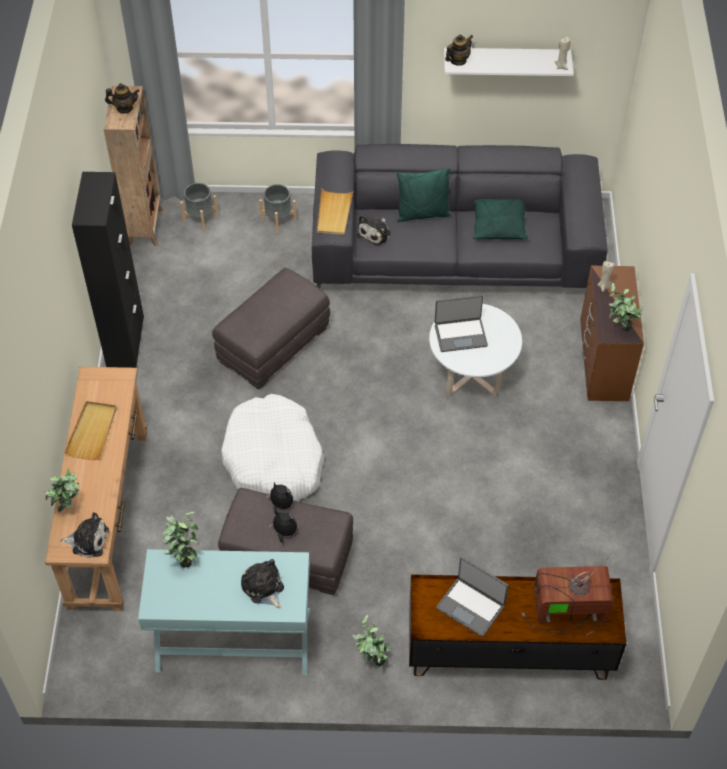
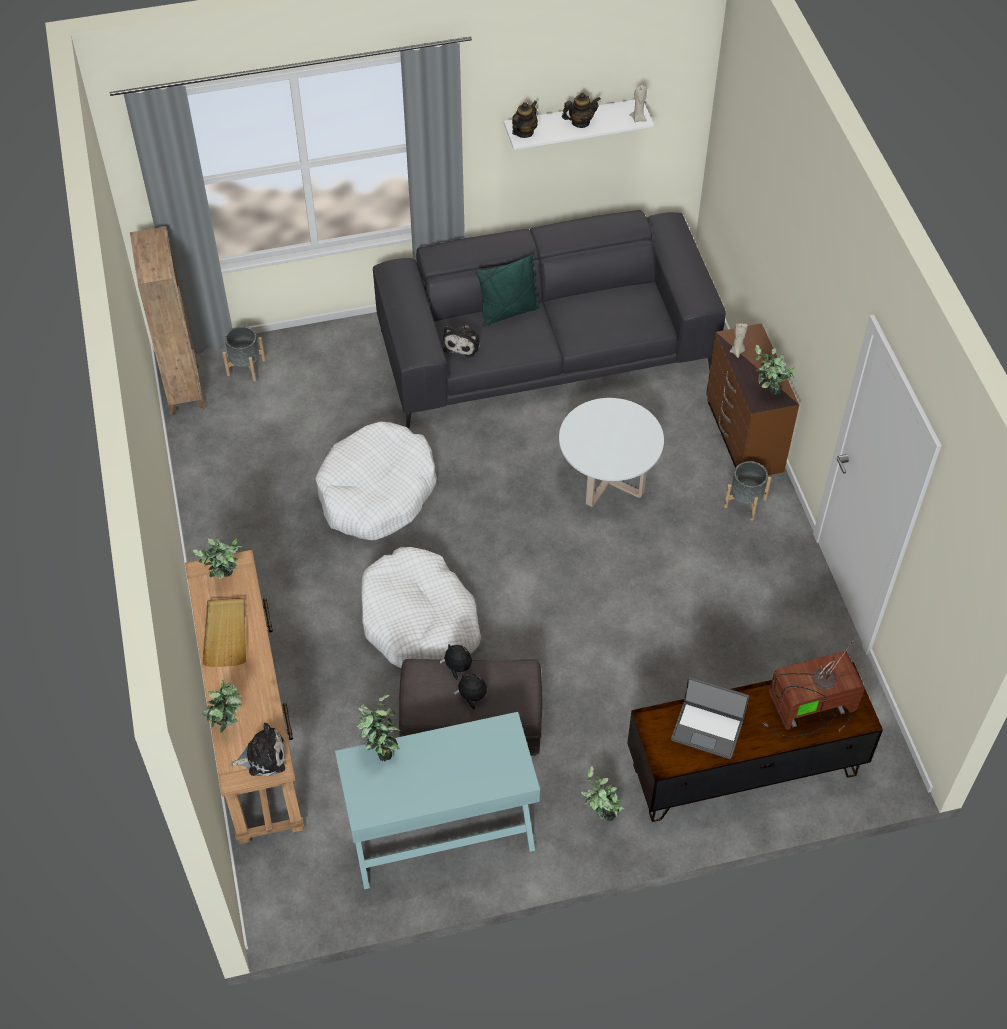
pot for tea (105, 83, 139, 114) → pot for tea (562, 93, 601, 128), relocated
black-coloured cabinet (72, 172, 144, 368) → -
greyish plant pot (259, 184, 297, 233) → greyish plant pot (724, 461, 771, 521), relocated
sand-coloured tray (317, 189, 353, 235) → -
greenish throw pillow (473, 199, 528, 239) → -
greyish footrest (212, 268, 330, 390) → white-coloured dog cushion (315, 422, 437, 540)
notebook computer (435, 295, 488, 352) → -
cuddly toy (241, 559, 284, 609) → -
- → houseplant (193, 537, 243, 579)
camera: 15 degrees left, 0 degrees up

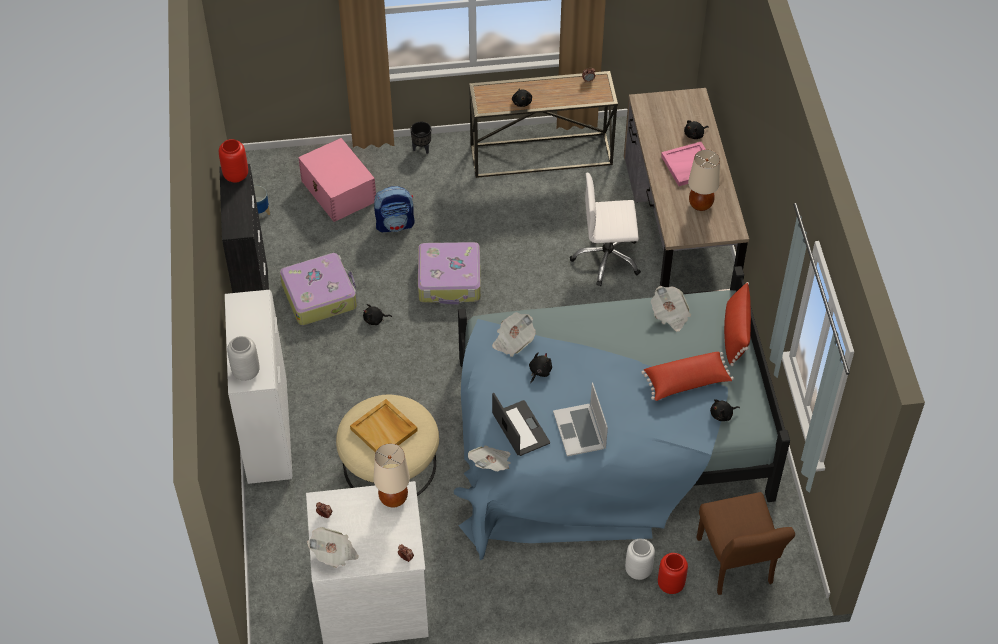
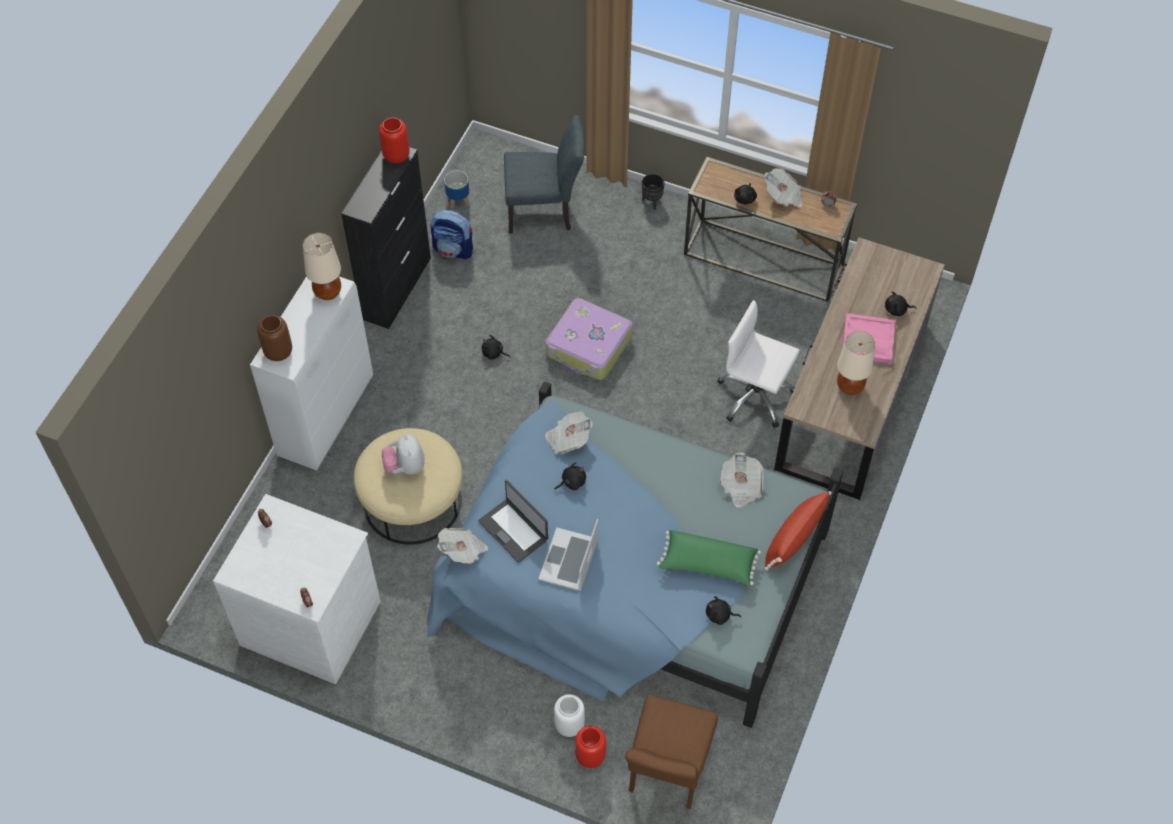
pink storage bin (298, 138, 376, 222) → greyish chair (504, 115, 585, 234)
knapsack (374, 186, 415, 232) → knapsack (431, 210, 473, 260), relocated
suitcase (280, 253, 357, 325) → -
greyish decorative vase (227, 336, 260, 381) → brown decorative vase (257, 315, 292, 361)
red throw pillow (641, 352, 734, 401) → greenish throw pillow (657, 530, 761, 586)
notebook computer (492, 393, 550, 456) → notebook computer (478, 480, 548, 563), 135 degrees clockwise
sand-coloured tray (350, 399, 418, 452) → cuddly toy (382, 434, 425, 475)
sand-coloured tabletop lamp (374, 444, 410, 508) → sand-coloured tabletop lamp (303, 233, 341, 300), relocated
newspaper (307, 527, 359, 568) → newspaper (764, 168, 802, 207), relocated
camera: 30 degrees right, 5 degrees up

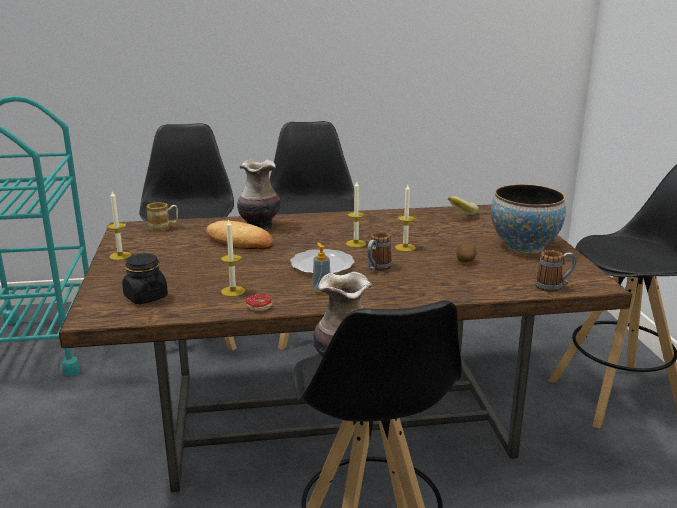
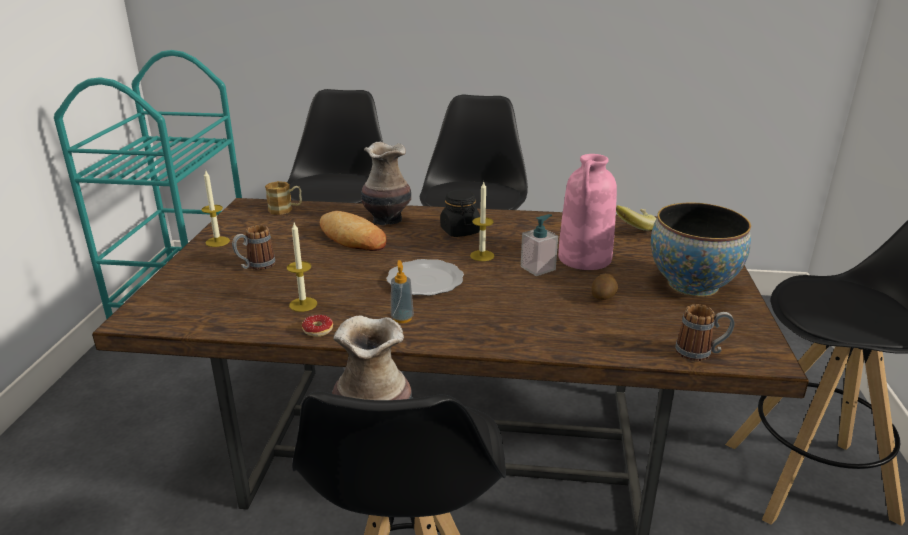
candle (395, 185, 416, 252) → liquid soap bottle (521, 214, 558, 276)
coffee mug (367, 231, 392, 271) → coffee mug (232, 225, 276, 270), relocated
black-coloured preserve jar (122, 253, 168, 304) → black-coloured preserve jar (440, 190, 480, 237), relocated
- → pink decorative vase (558, 154, 617, 270)
camera: 15 degrees right, 5 degrees up

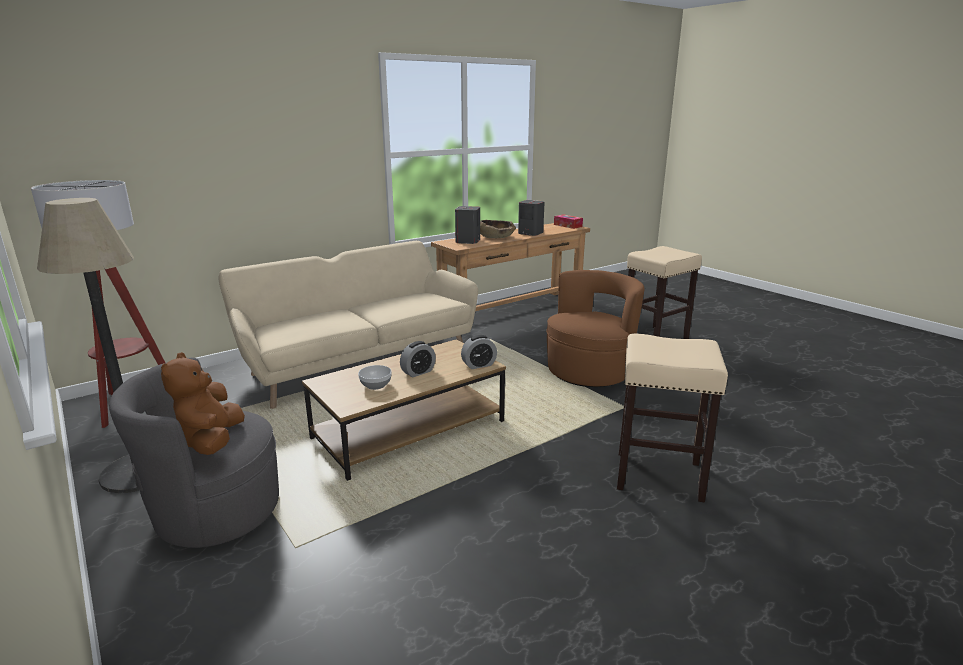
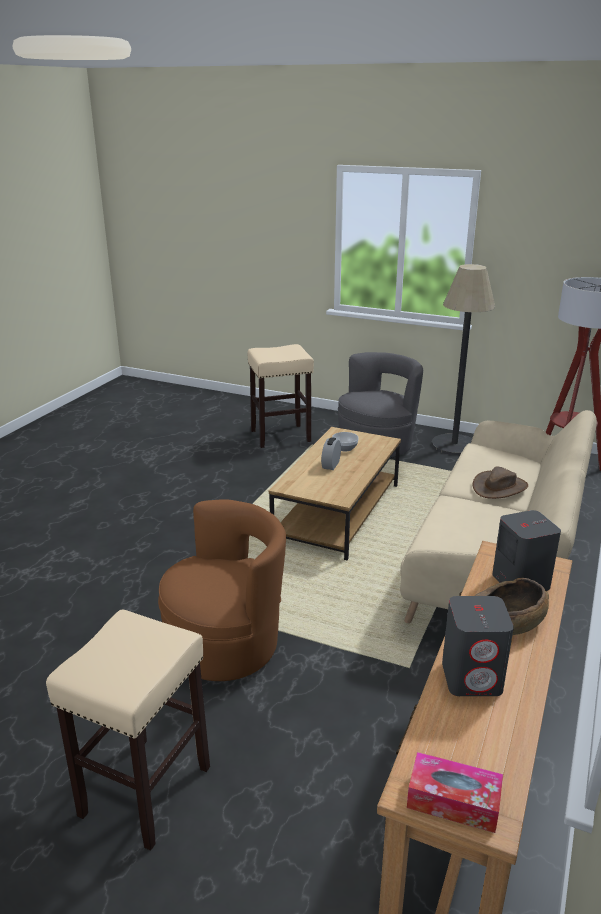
brown easy chair (546, 270, 644, 387) → brown easy chair (158, 499, 286, 681), 135 degrees counterclockwise
sand-coloured sitting stool (617, 333, 728, 502) → sand-coloured sitting stool (247, 344, 314, 448), relocated
table clock (461, 335, 497, 369) → -
brown cuddly toy (161, 352, 245, 455) → -
- → brown hat (473, 467, 528, 499)
camera: 150 degrees right, 5 degrees up

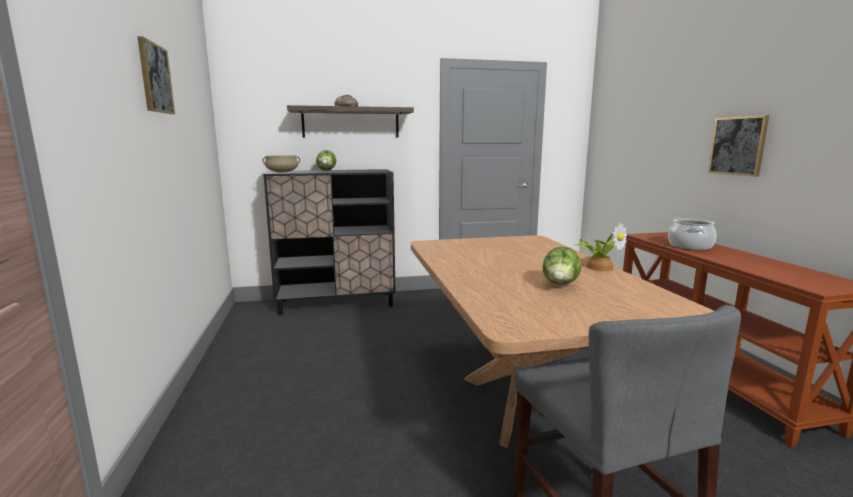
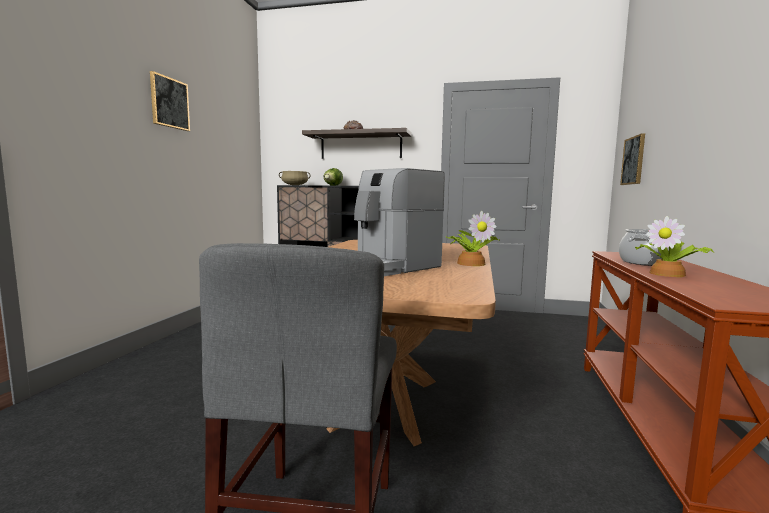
picture (708, 115, 769, 177) → picture (620, 133, 645, 185), relocated
lettuce (542, 246, 581, 285) → coffee machine (354, 168, 445, 276)
- → houseplant (635, 216, 714, 277)
camera: 25 degrees right, 5 degrees down

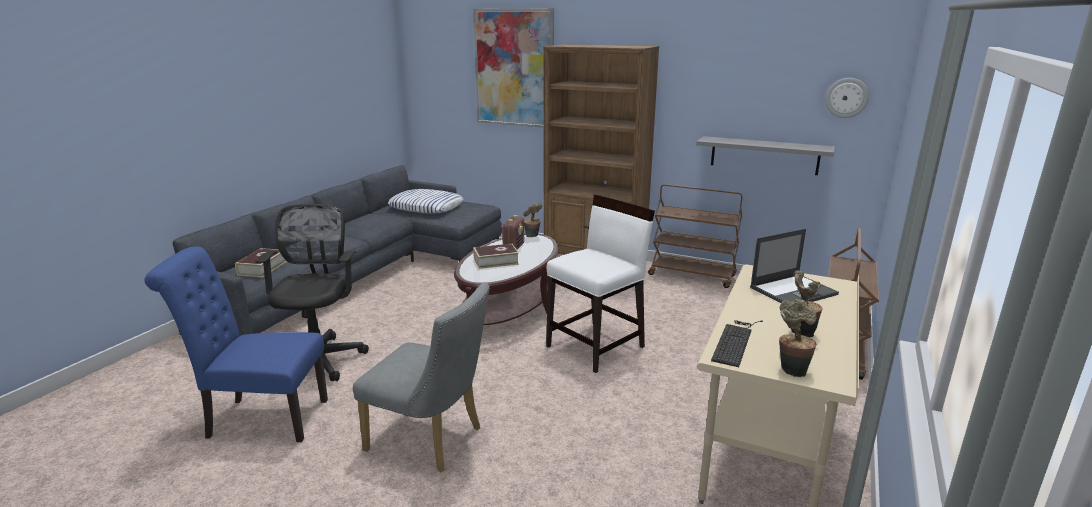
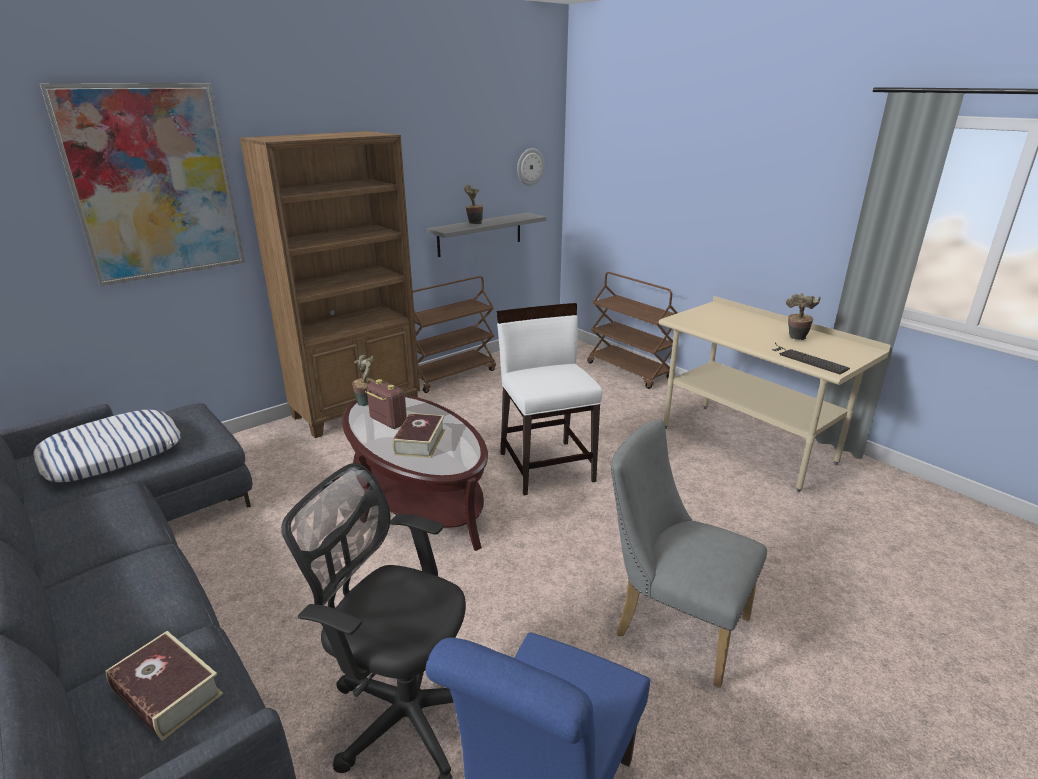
notebook computer (750, 229, 839, 303) → -
greyish chair (353, 282, 490, 473) → greyish chair (611, 419, 767, 688), 105 degrees counterclockwise
houseplant (779, 299, 817, 377) → houseplant (464, 184, 483, 224), relocated
camera: 65 degrees left, 5 degrees up

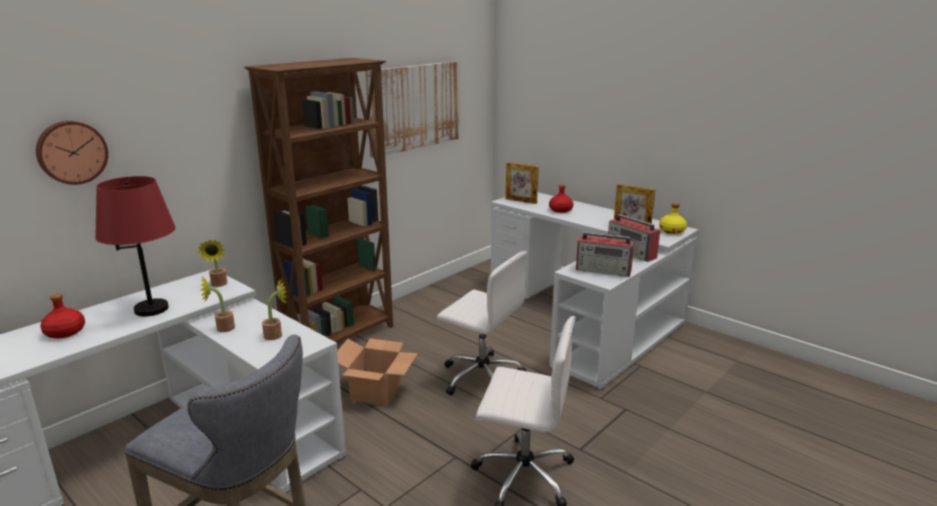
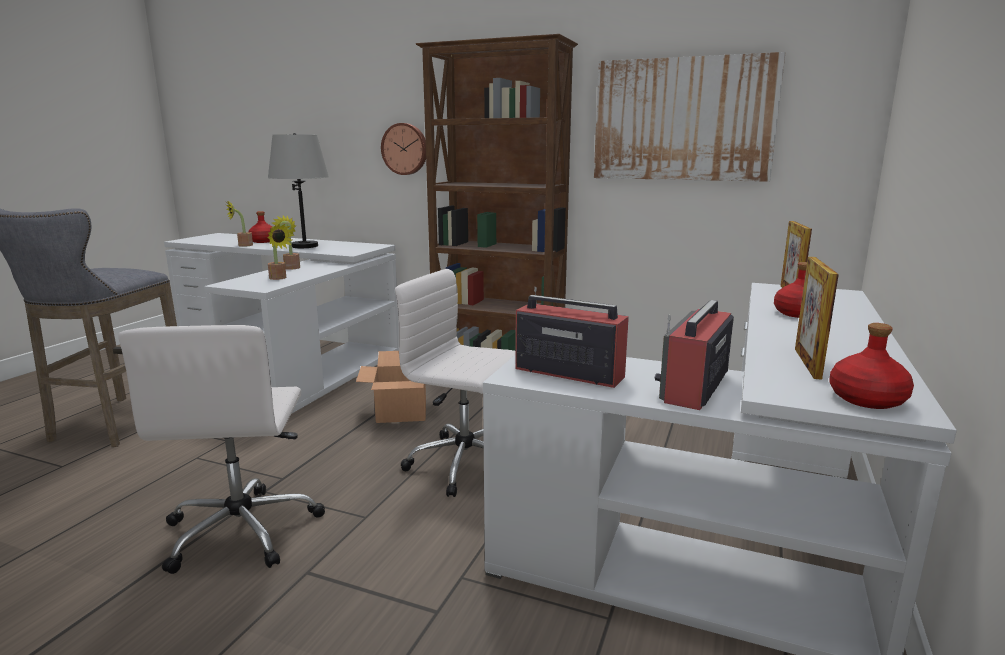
clock on the wall (36, 121, 108, 185) → clock on the wall (381, 123, 426, 175), relocated
red tabletop lamp (95, 176, 176, 317) → greyish tabletop lamp (268, 133, 329, 248)
yellow-coloured drink bottle (659, 203, 687, 234) → red drink bottle (829, 323, 914, 409)
radio (576, 232, 634, 277) → radio (515, 287, 629, 388), 120 degrees clockwise
houseplant (198, 239, 227, 287) → houseplant (226, 200, 253, 247), relocated
white-coloured computer chair (437, 251, 527, 396) → white-coloured computer chair (395, 269, 515, 497), 105 degrees clockwise
camera: 70 degrees right, 5 degrees down

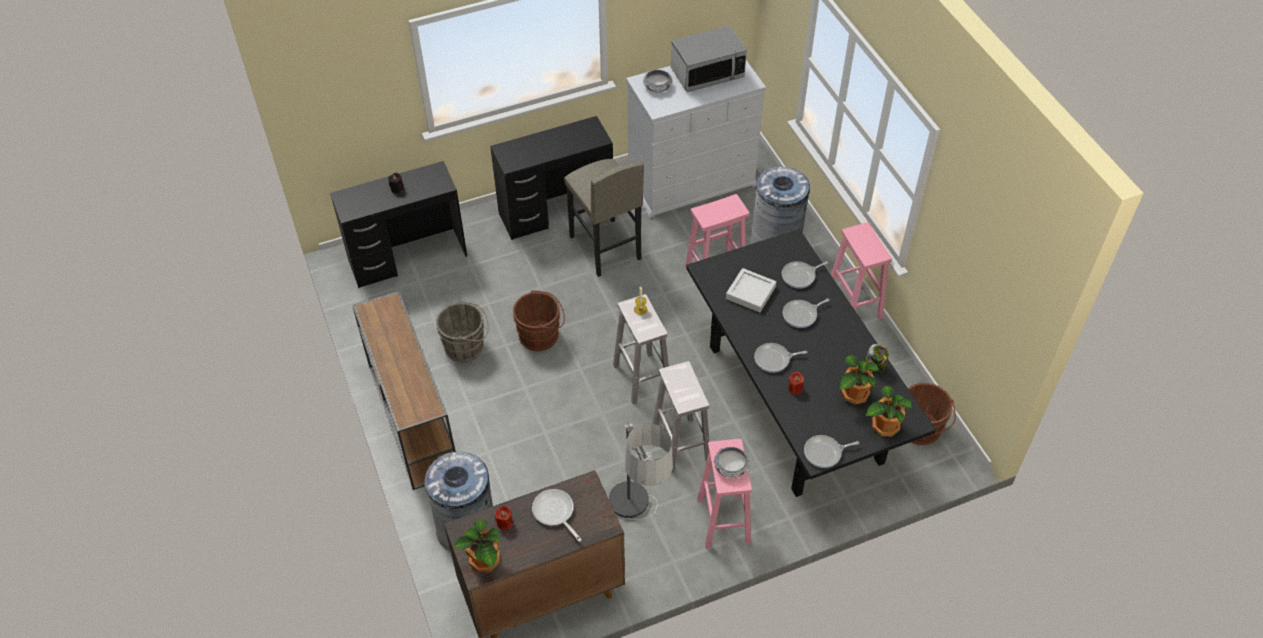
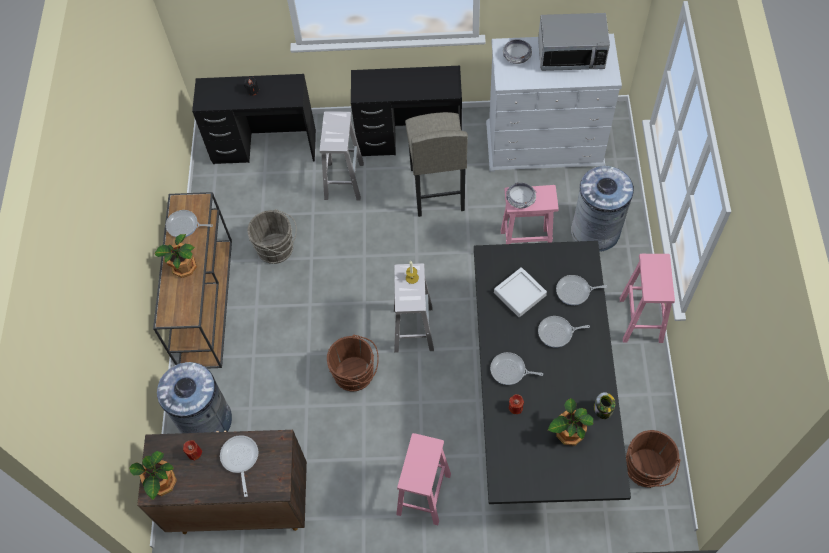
brown water bucket (513, 290, 565, 351) → brown water bucket (327, 335, 379, 392), relocated
white-coloured sitting stool (653, 361, 709, 473) → white-coloured sitting stool (320, 111, 364, 201), relocated
houseplant (865, 386, 911, 437) → houseplant (155, 234, 197, 278), relocated
standard lamp (609, 421, 673, 520) → -
skillet (804, 435, 859, 468) → skillet (166, 210, 213, 237), relocated
deep dish (714, 447, 750, 478) → deep dish (506, 182, 536, 209), relocated
camera: 25 degrees right, 10 degrees up

